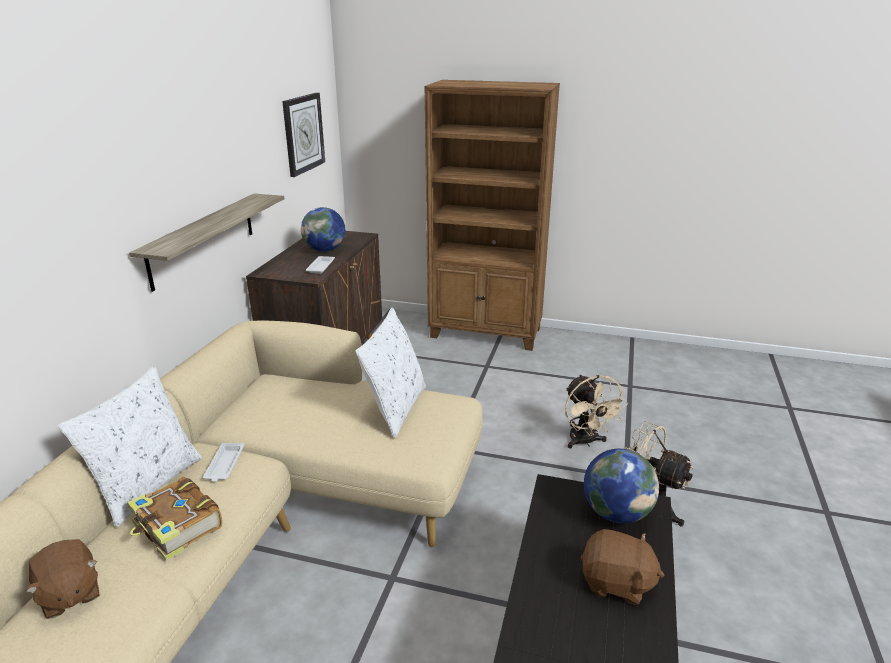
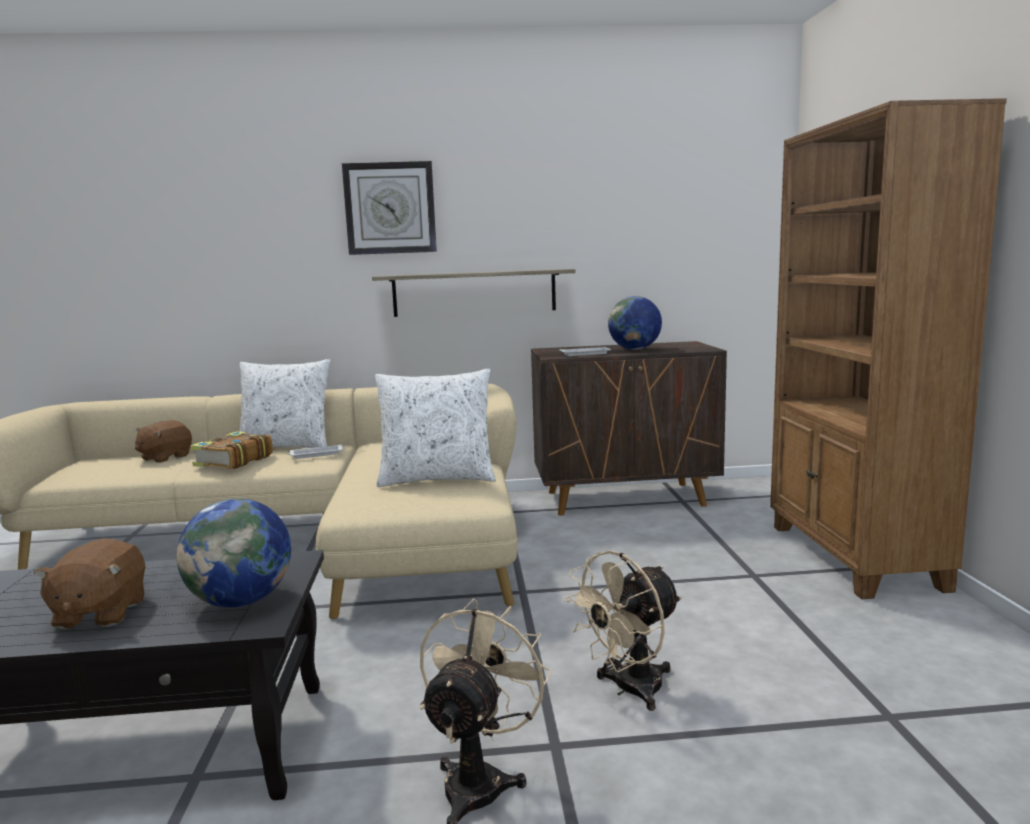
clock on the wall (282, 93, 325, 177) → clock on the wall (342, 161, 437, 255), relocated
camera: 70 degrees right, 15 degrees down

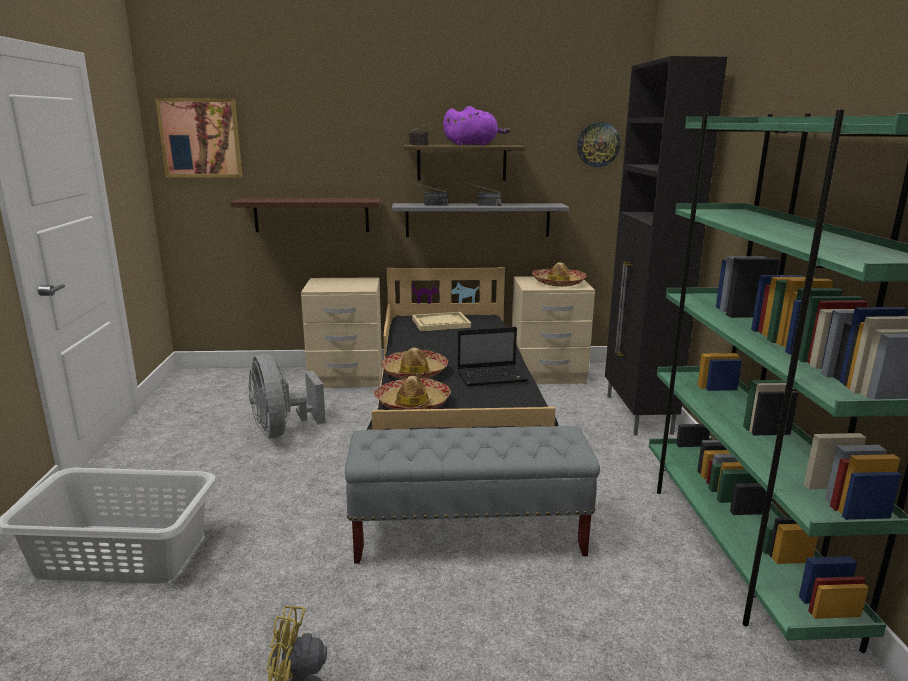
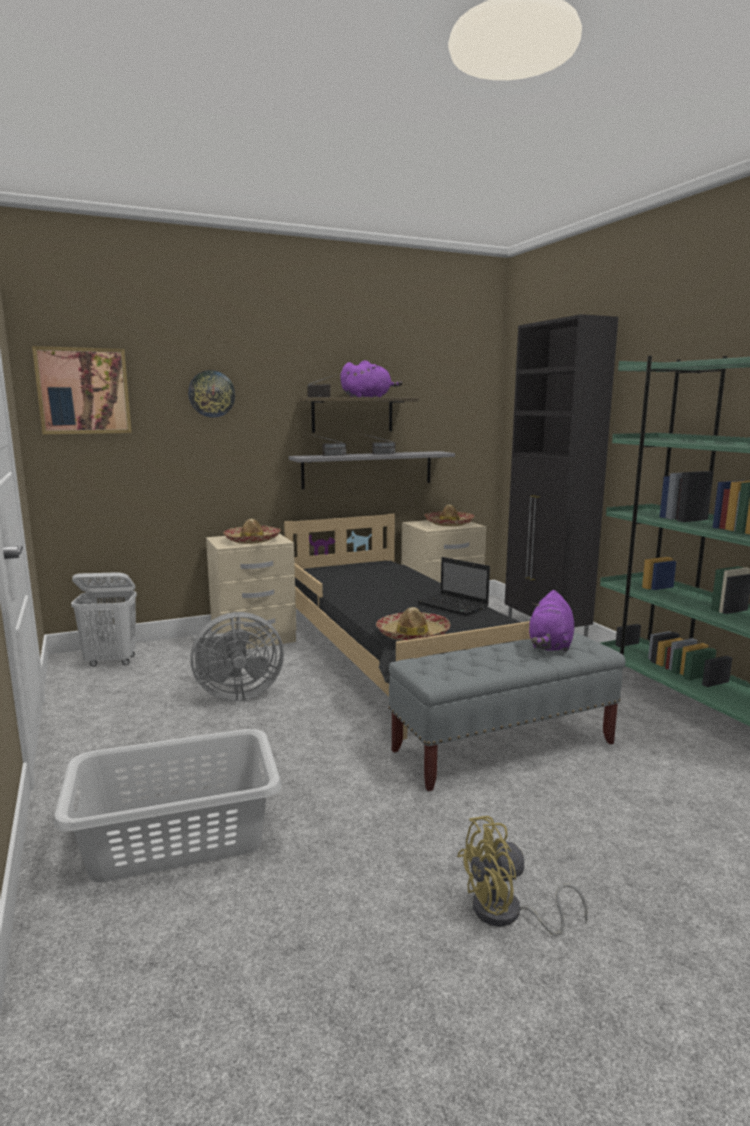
clock on the wall (577, 122, 620, 167) → clock on the wall (188, 370, 235, 417), relocated
bracket shelf (230, 198, 381, 232) → -
sand-coloured tray (412, 312, 471, 331) → -
notebook computer (457, 327, 528, 386) → notebook computer (418, 557, 490, 616), 75 degrees clockwise
hat (381, 348, 448, 379) → hat (223, 519, 281, 544), relocated
greyish cooling fan (249, 354, 326, 439) → greyish cooling fan (190, 612, 284, 701), 60 degrees counterclockwise
- → white-coloured hamper (71, 572, 137, 667)
- → purple-coloured cuddly toy (529, 590, 574, 652)
camera: 20 degrees left, 5 degrees down

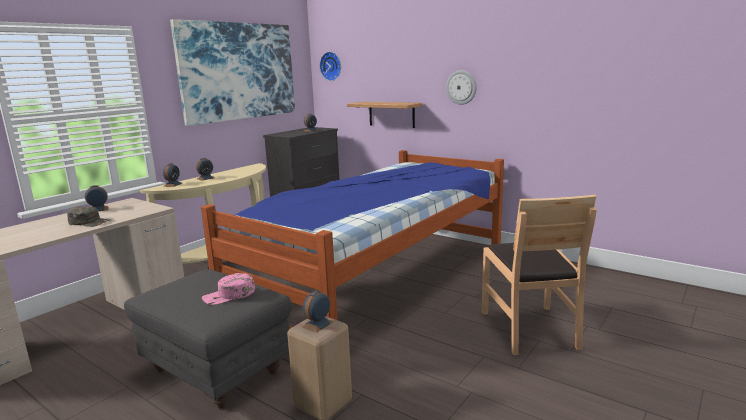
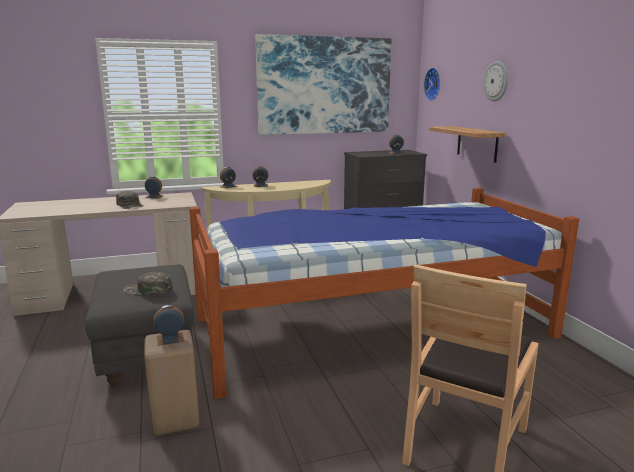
clock on the wall (446, 70, 477, 105) → clock on the wall (483, 61, 508, 102), relocated
pink baseball cap (202, 273, 255, 305) → greenish baseball cap (124, 272, 172, 295)
camera: 35 degrees right, 0 degrees up

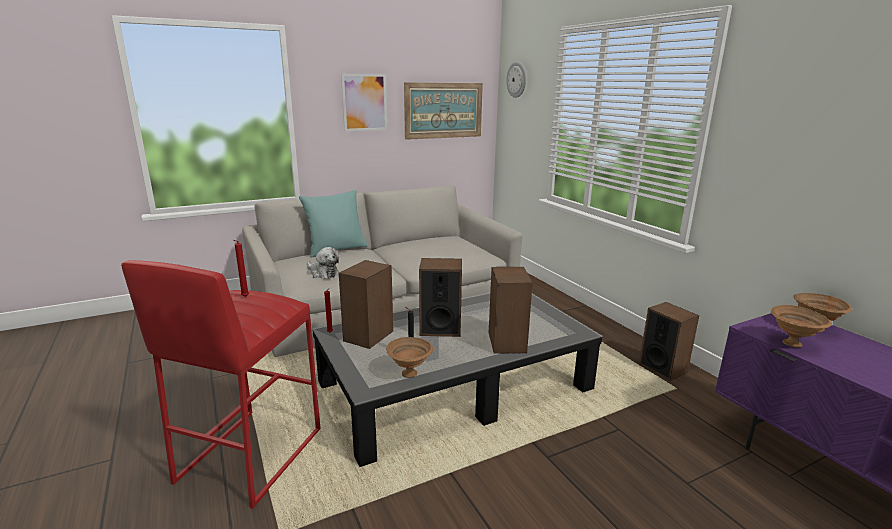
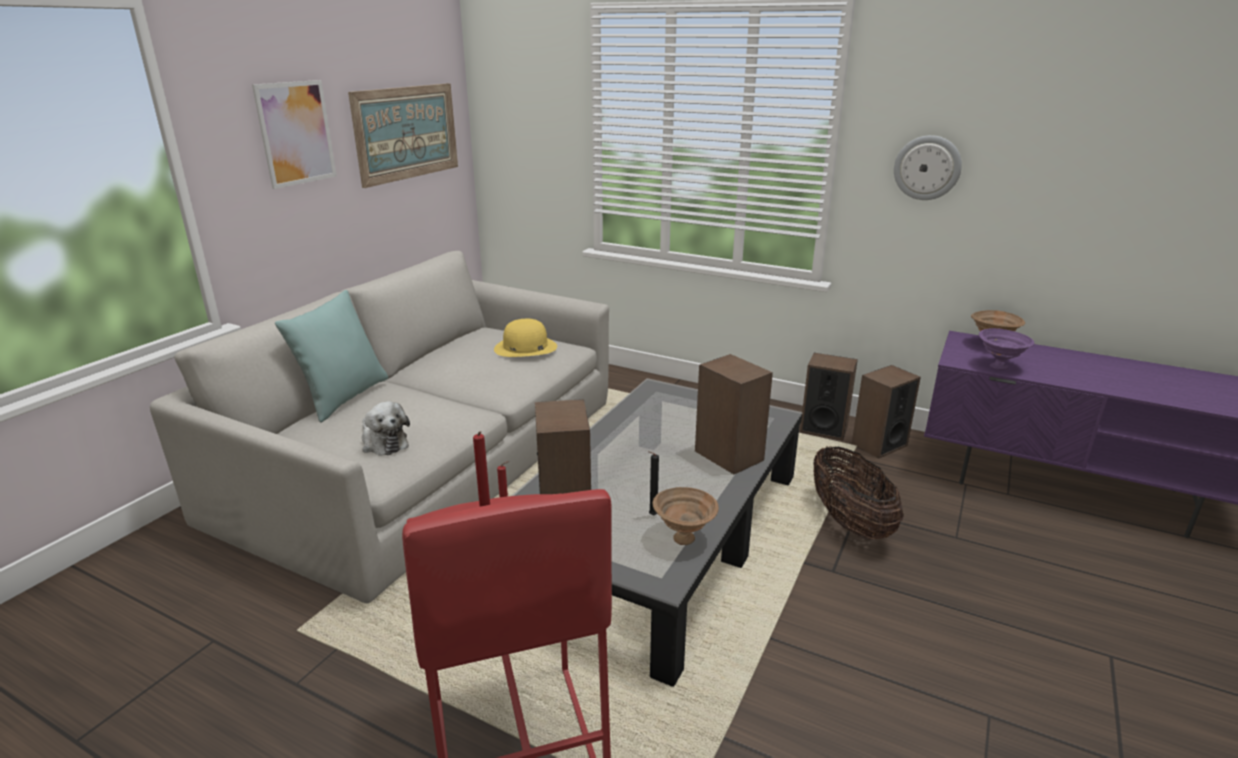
clock on the wall (506, 62, 526, 98) → clock on the wall (894, 135, 962, 200), relocated
cuddly toy (307, 247, 339, 279) → cuddly toy (362, 401, 410, 456), 45 degrees clockwise
speaker (419, 258, 462, 337) → speaker (852, 365, 921, 458), relocated
brown deep dish (771, 305, 832, 348) → purple-coloured deep dish (979, 328, 1034, 370)
- → yellow-coloured hat (494, 319, 557, 357)
- → basket (813, 446, 904, 540)
camera: 35 degrees left, 5 degrees up

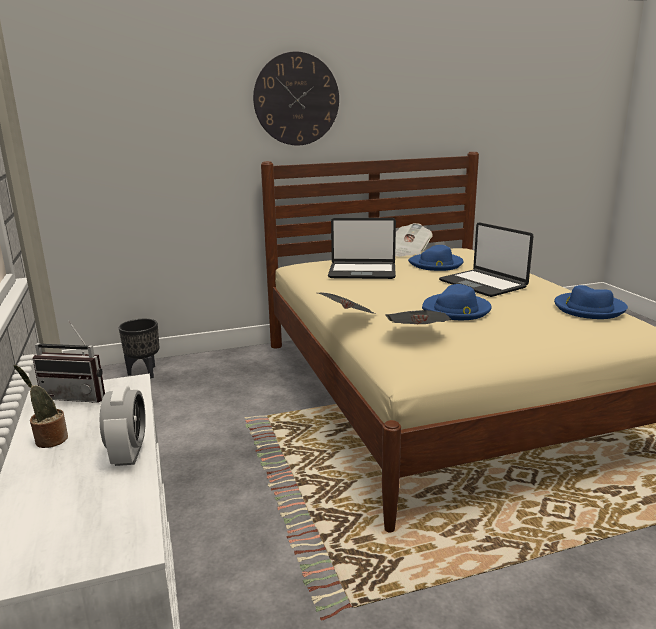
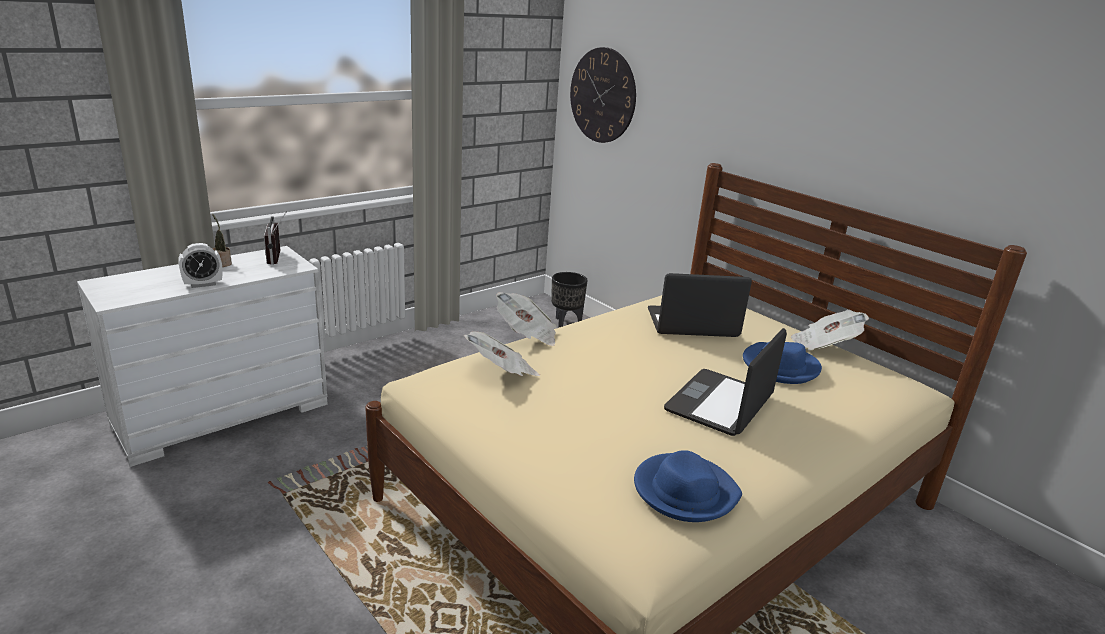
clock on the wall (253, 52, 339, 145) → clock on the wall (570, 47, 636, 143), relocated
notebook computer (328, 218, 396, 279) → notebook computer (648, 273, 752, 337), 105 degrees clockwise
blue hat (422, 284, 492, 320) → -
camera: 65 degrees right, 5 degrees up

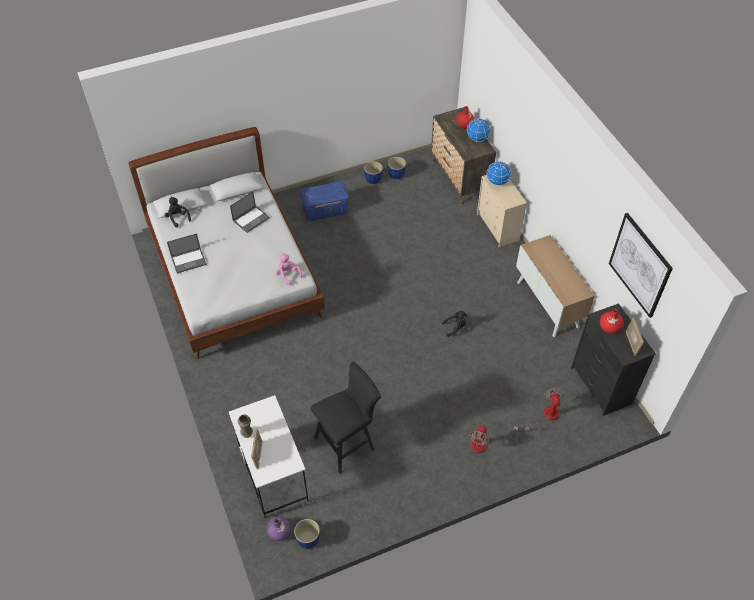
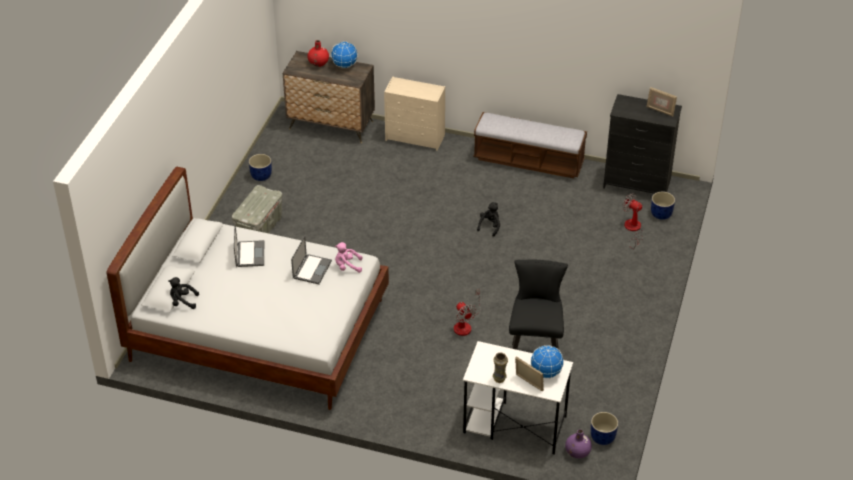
blue plant pot (388, 157, 406, 179) → blue plant pot (651, 192, 675, 220), relocated
world globe (487, 161, 511, 186) → world globe (530, 345, 564, 378), relocated
blue storage bin (300, 181, 349, 222) → greyish storage bin (232, 185, 282, 233)
picture (609, 213, 673, 318) → -
notebook computer (167, 233, 207, 273) → notebook computer (291, 236, 332, 284), relocated
cabinet (516, 235, 594, 337) → bench (474, 112, 587, 178)
red decorative vase (600, 308, 624, 334) → -
cooling fan (469, 425, 518, 453) → cooling fan (454, 289, 480, 336), relocated
camera: 50 degrees left, 10 degrees down

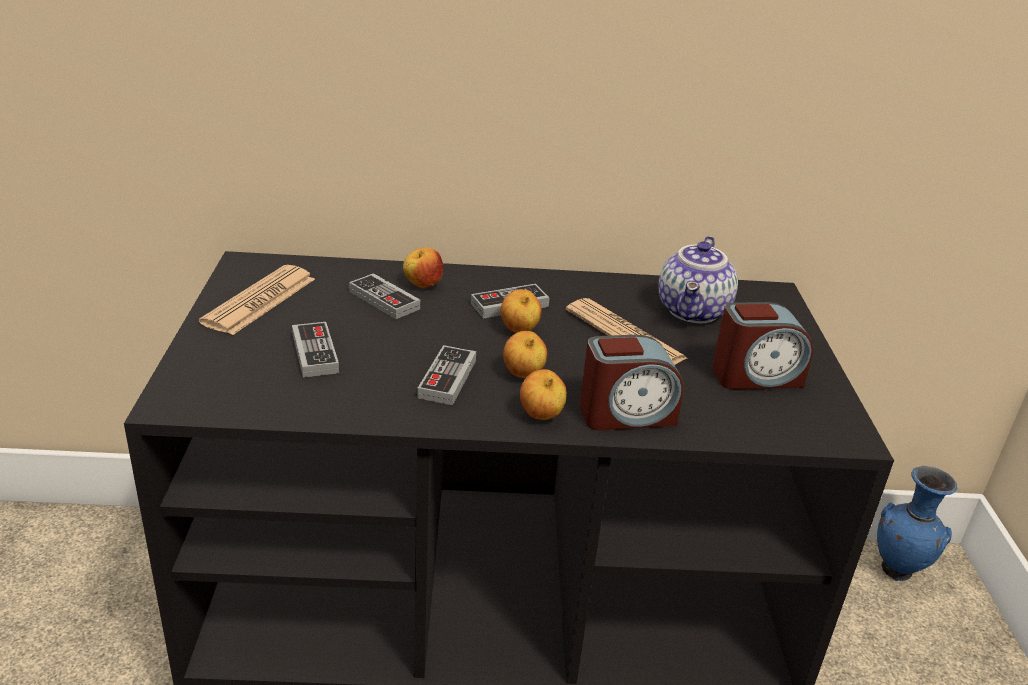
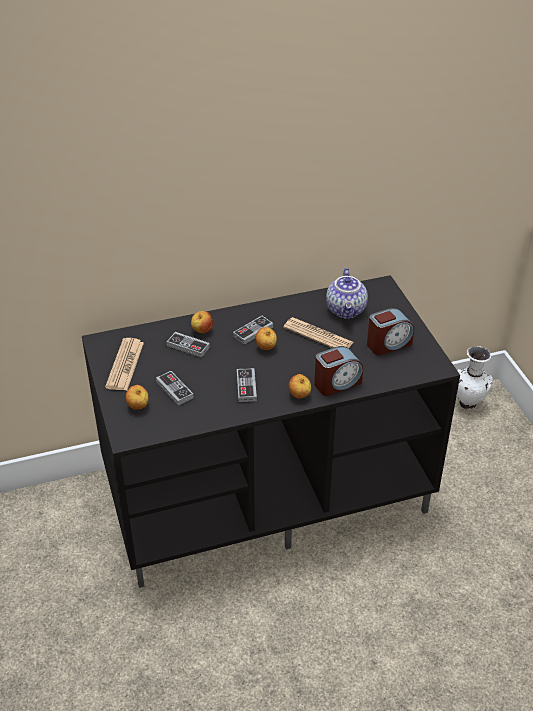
apple (503, 331, 547, 378) → apple (126, 385, 149, 409), relocated
blue decorative vase (877, 466, 957, 581) → white-coloured decorative vase (457, 346, 493, 410)
camera: 15 degrees left, 10 degrees up

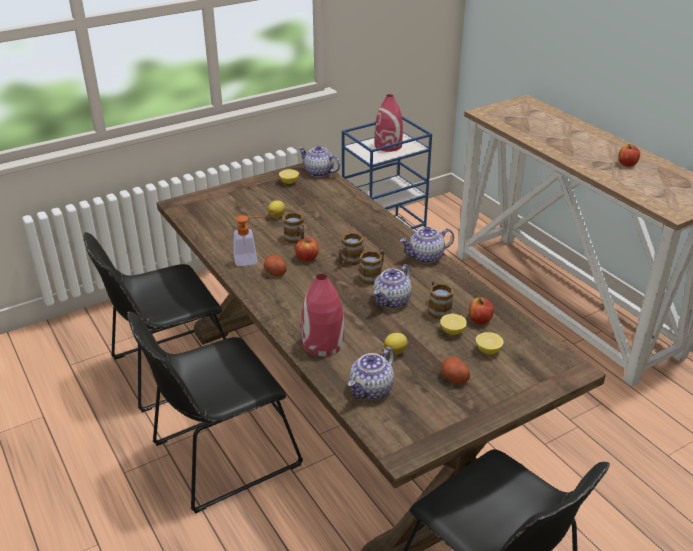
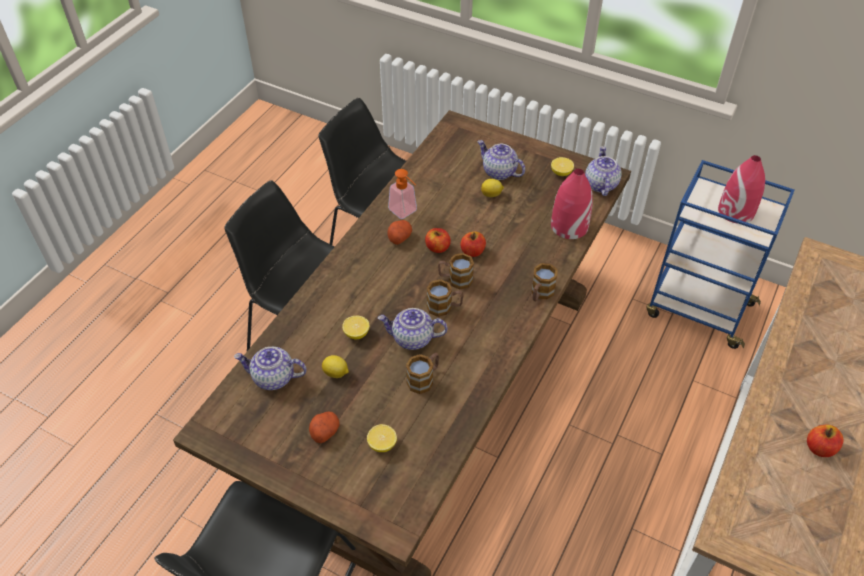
coffee mug (283, 212, 304, 244) → coffee mug (531, 263, 558, 301), relocated
pot for tea (400, 227, 454, 264) → pot for tea (477, 140, 525, 180), relocated
red decorative vase (301, 274, 344, 356) → red decorative vase (551, 169, 593, 239), relocated
apple (469, 297, 494, 324) → apple (460, 231, 486, 257), relocated
citrus fruit (440, 314, 467, 335) → citrus fruit (342, 316, 370, 340), relocated
camera: 60 degrees right, 15 degrees up

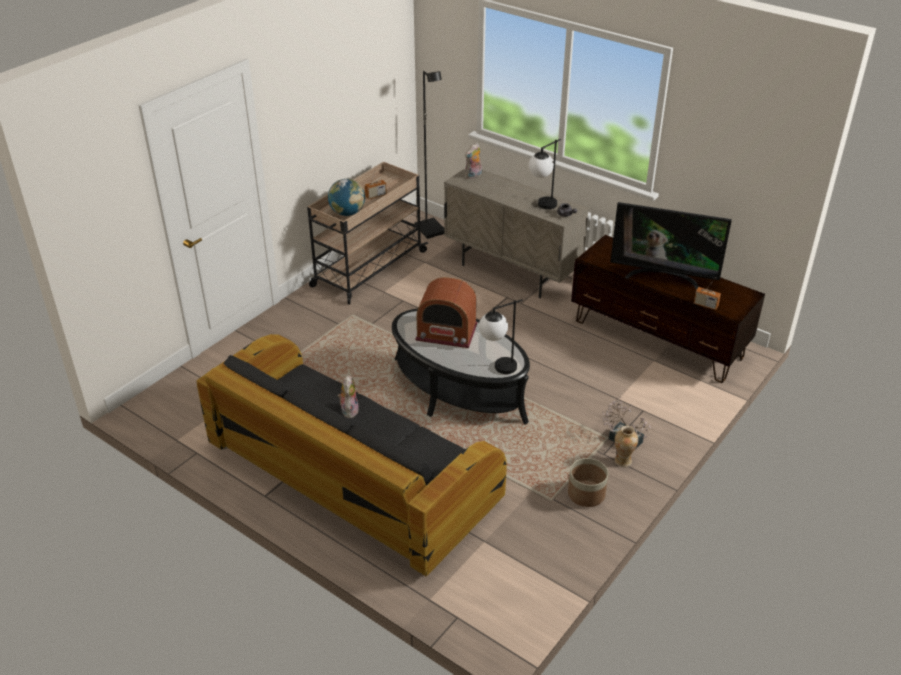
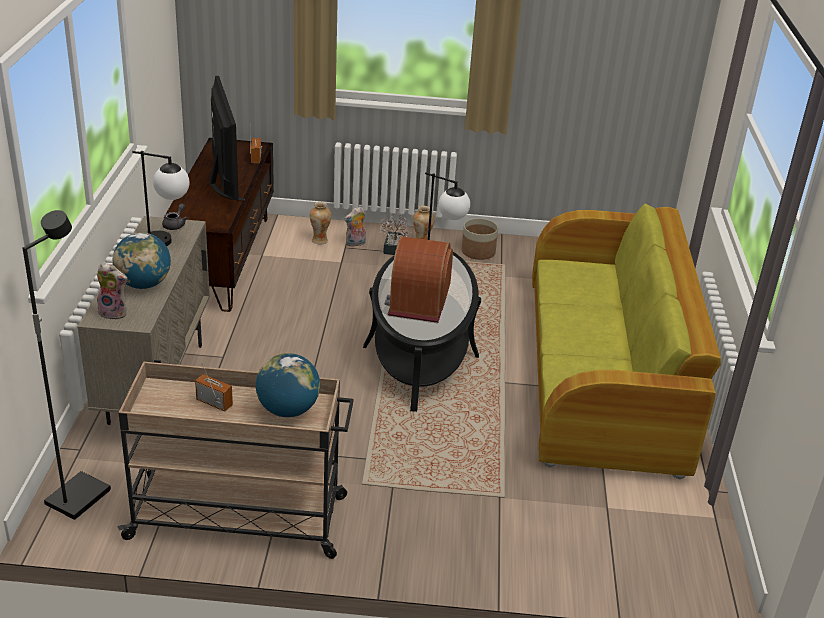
radio (415, 277, 478, 348) → radio (385, 236, 453, 323), 150 degrees counterclockwise
black-coloured settee (197, 334, 507, 576) → greenish settee (532, 204, 721, 479)
cuddly toy (338, 375, 359, 418) → cuddly toy (344, 207, 366, 247), relocated
- → decorative vase (310, 202, 332, 245)
- → world globe (113, 233, 171, 289)
camera: 125 degrees left, 5 degrees down

